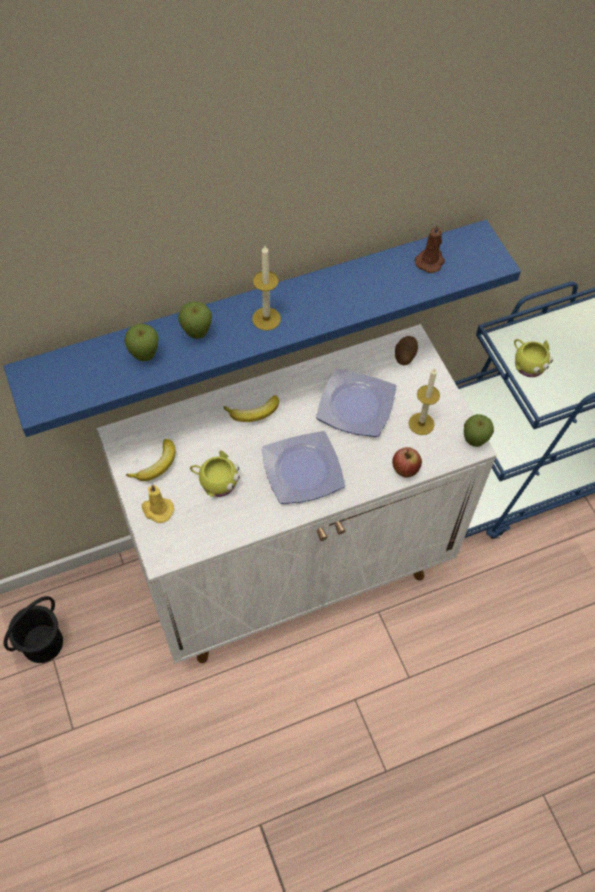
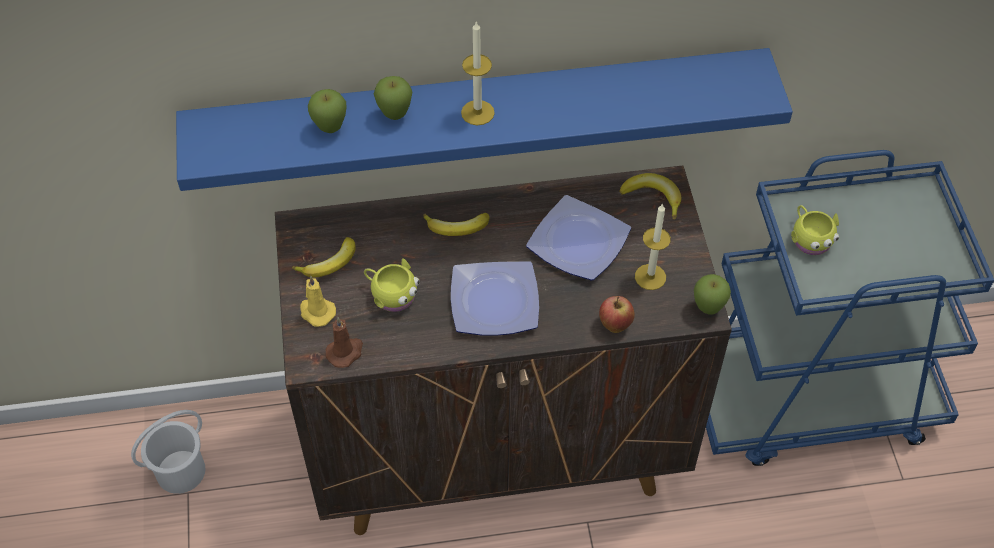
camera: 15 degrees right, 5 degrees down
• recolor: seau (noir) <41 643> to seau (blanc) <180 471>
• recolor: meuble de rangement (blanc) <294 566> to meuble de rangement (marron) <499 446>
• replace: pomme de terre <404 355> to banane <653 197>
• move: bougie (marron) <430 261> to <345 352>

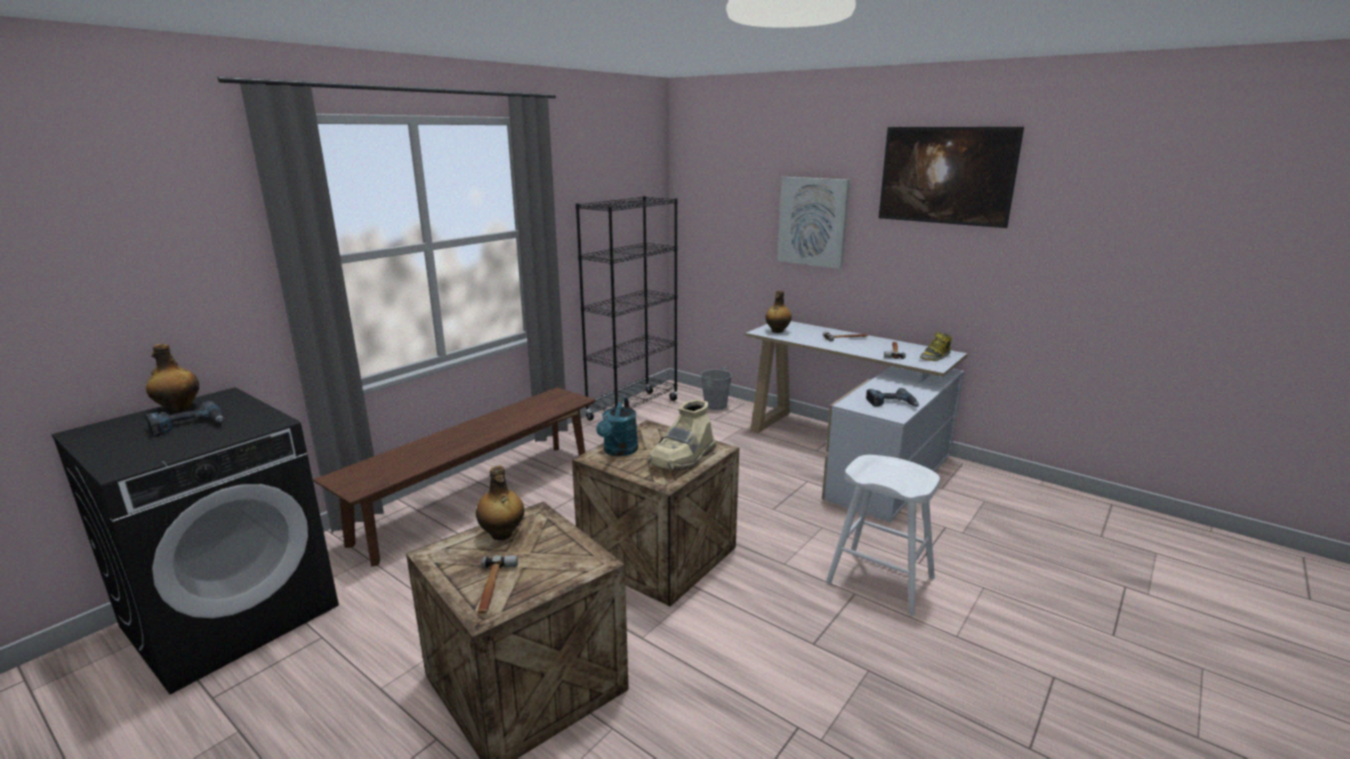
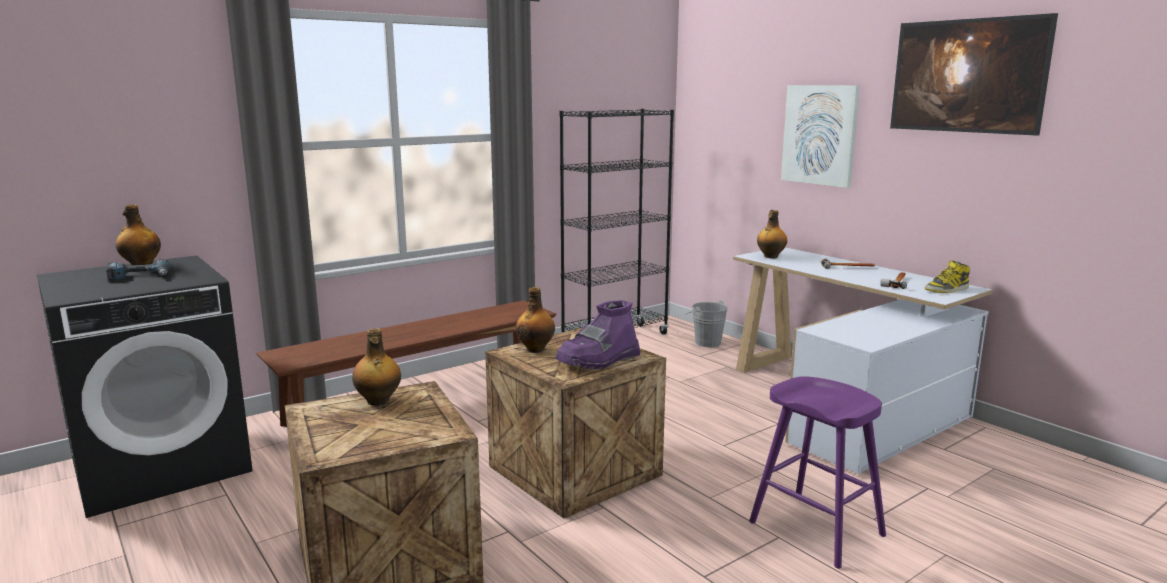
camera: 15 degrees right, 5 degrees down
• delete: marteau <493 588>
• replace: arrosoir (turquoise) <618 451> to bouteille <536 349>
• recolor: botte (beige) <683 458> to botte (violet) <598 361>
• recolor: tabouret (blanc) <880 580> to tabouret (violet) <816 528>
• delete: perceuse <892 403>

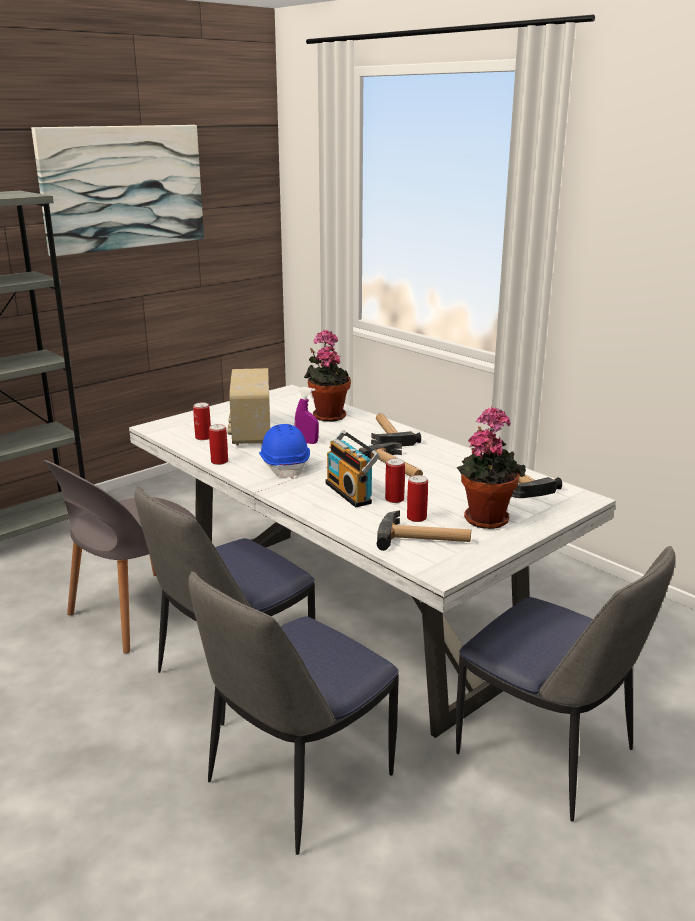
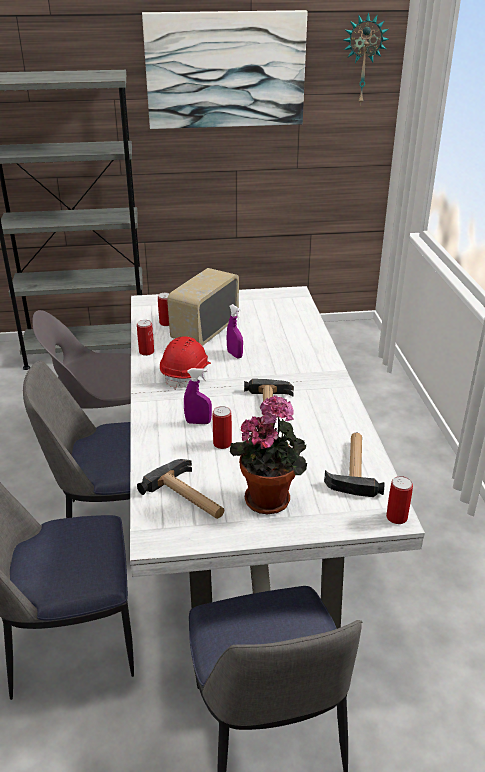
camera: 35 degrees right, 10 degrees up
• recolor: casque de chantier (bleu) <284 465> to casque de chantier (rouge) <186 373>
• delete: plante en pot <327 415>
• replace: radio <351 492> to vaporisateur (violet) <198 422>
• delete: marteau <388 434>
• move: boîte métallique <416 518> to <396 517>
• insert: horloge murale <363 59>

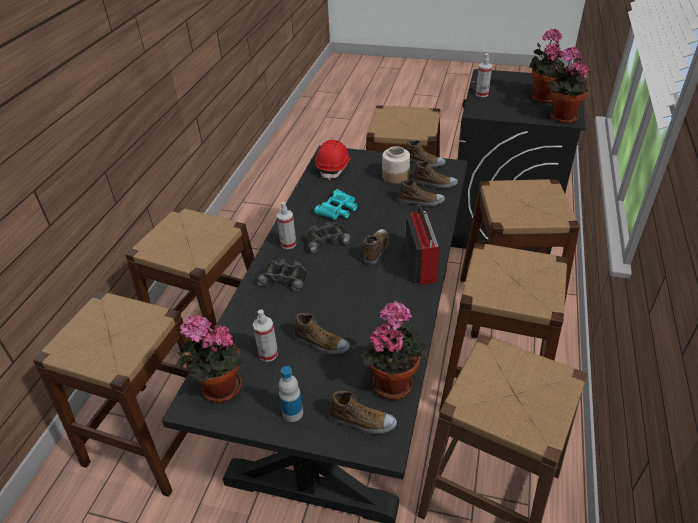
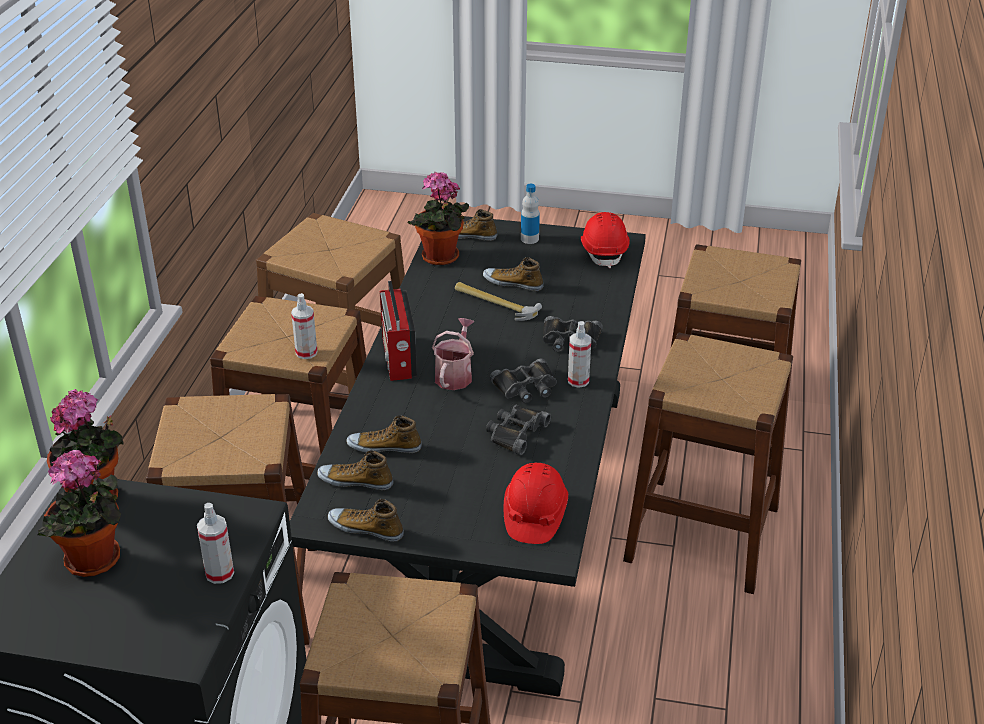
camera: 175 degrees right, 5 degrees down
• replace: plante en pot <218 389> to casque de chantier (rouge) <604 251>
• move: vaporisateur <268 354> to <306 352>
• recolor: jumelles (turquoise) <338 209> to jumelles (noir) <515 433>
• replace: chaussure <376 249> to arrosoir <455 374>
• delete: bocal <395 176>
• insert: marteau <495 303>

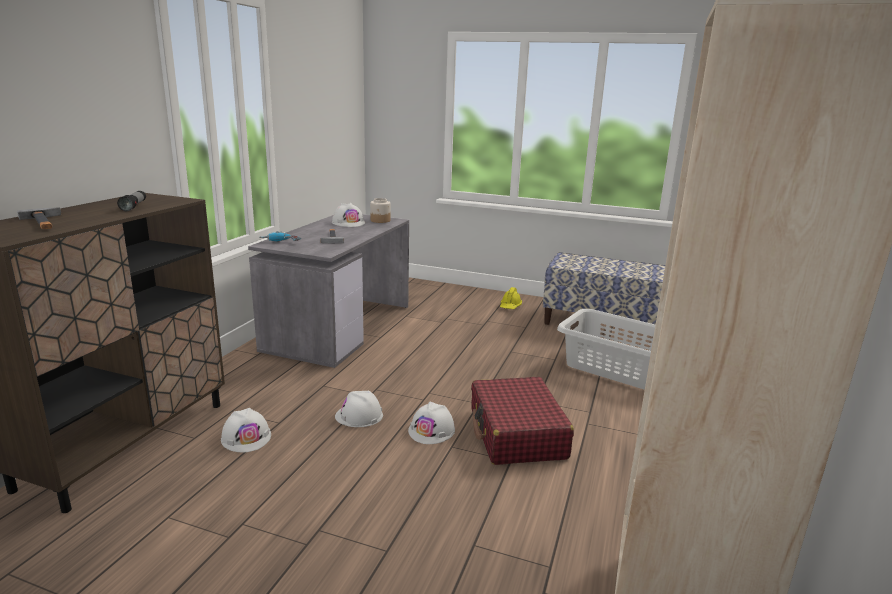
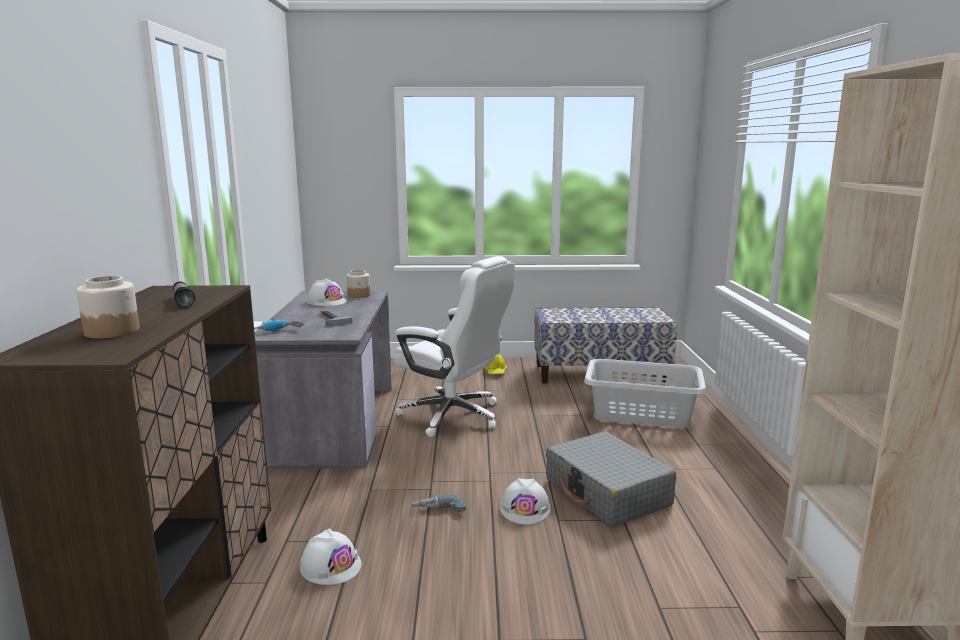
camera: 20 degrees left, 5 degrees down
• replace: marteau <44 223> to bocal <112 331>
• replace: casque de chantier (blanc) <359 416> to perceuse <438 512>
• recolor: valise (rouge) <516 434> to valise (gris) <607 493>
• insert: chaise de bureau (blanc) <454 416>

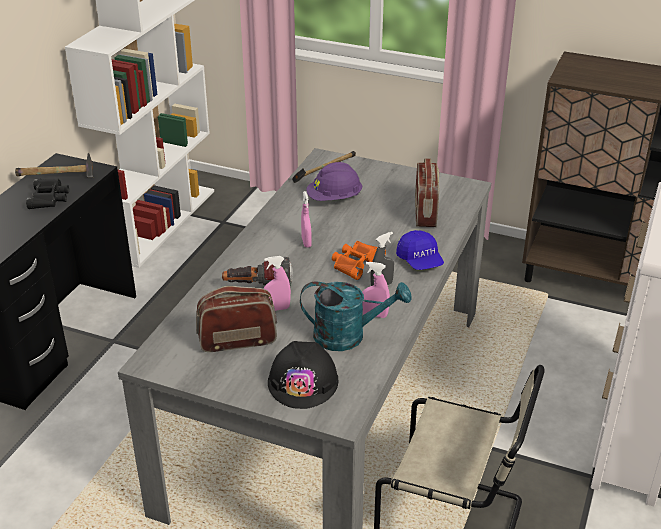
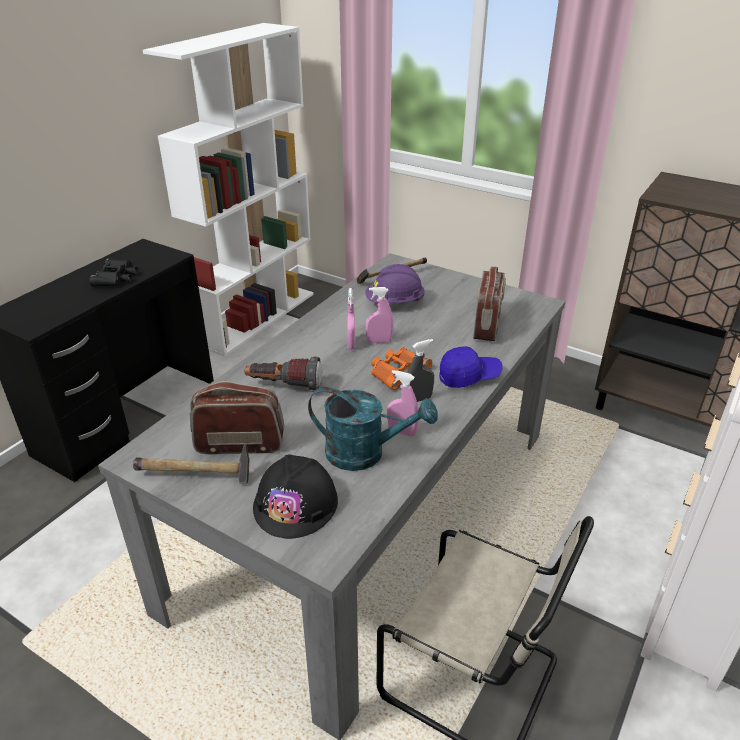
camera: 10 degrees right, 0 degrees up
• move: marteau <58 177> to <197 476>
• move: vaporisateur (rose) <277 308> to <379 341>
• rotate: casquette (bleu) <420 261> = <469 376> 90 degrees counterclockwise

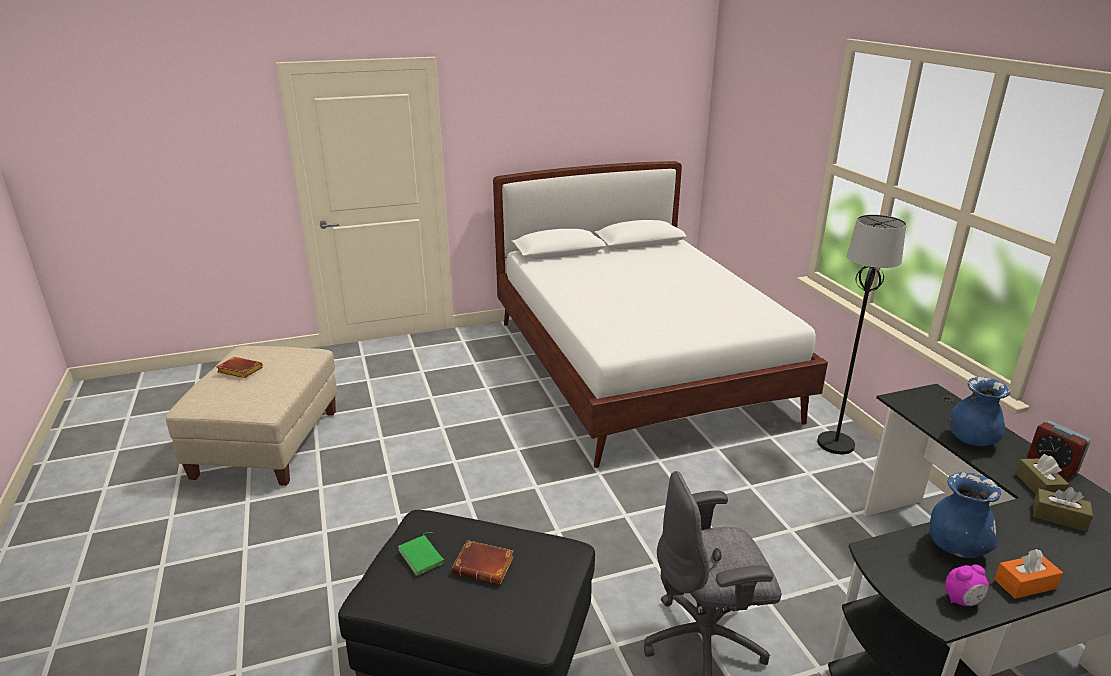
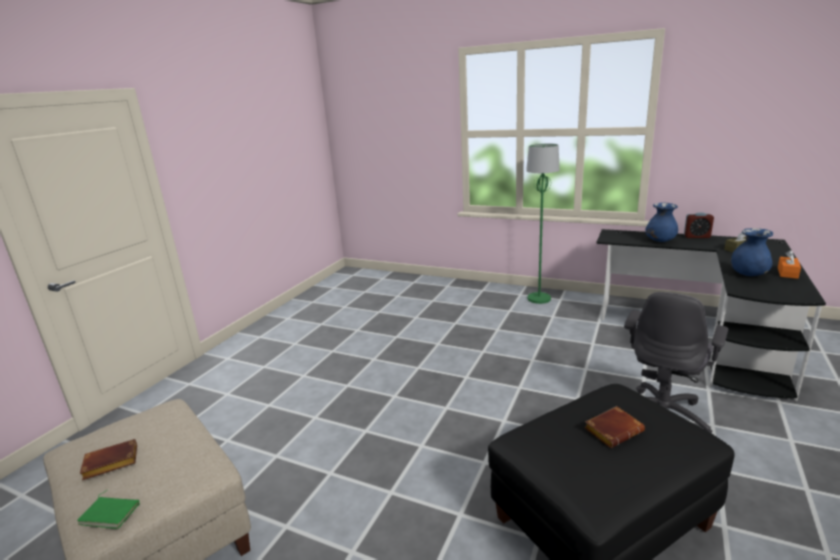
camera: 45 degrees left, 5 degrees down
• move: livre (vert) <422 556> to <111 513>
• delete: lit (blanc) <637 368>
• recolor: lampadaire (noir) <836 444> to lampadaire (vert) <539 298>
• delete: réveil <962 601>
• delete: boîte à mouchoirs (marron) <1038 486>

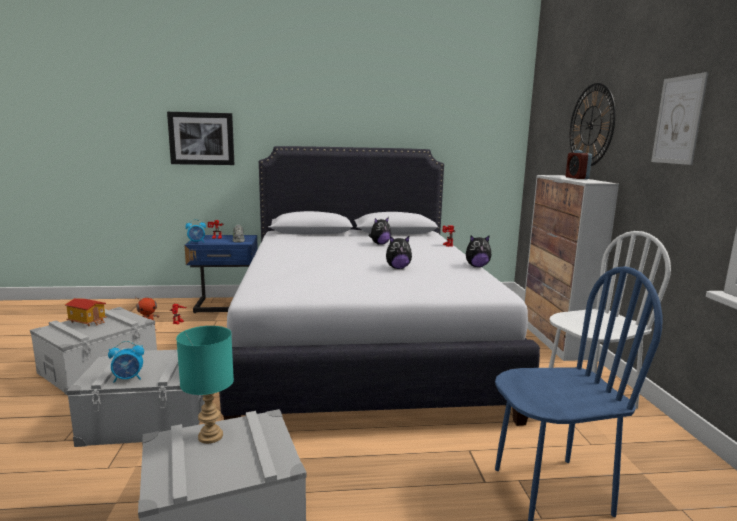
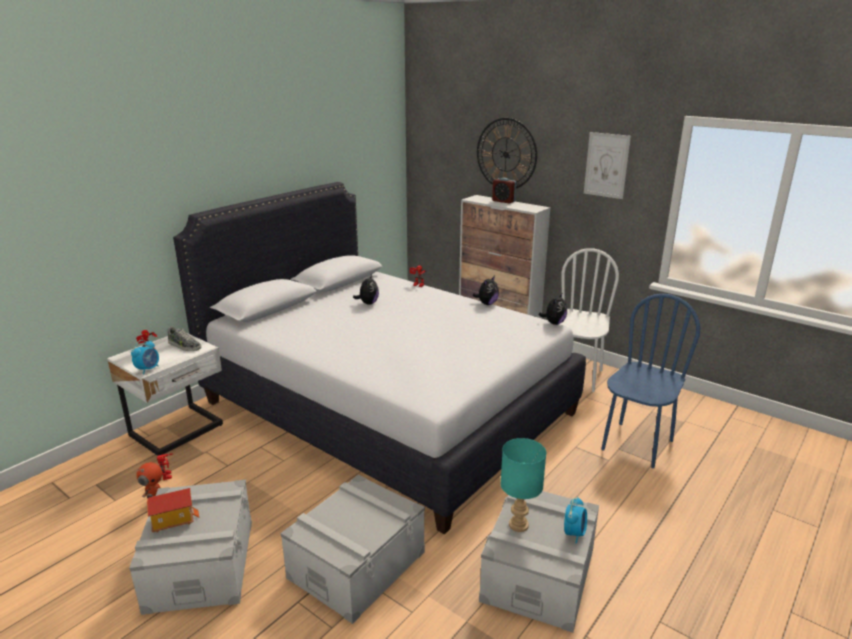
camera: 45 degrees left, 10 degrees up
• move: réveil <128 379> to <574 533>
• delete: tableau <201 138>
• recolor: table de chevet (bleu) <226 306> to table de chevet (blanc) <178 431>
• move: peluche <398 268> to <554 323>

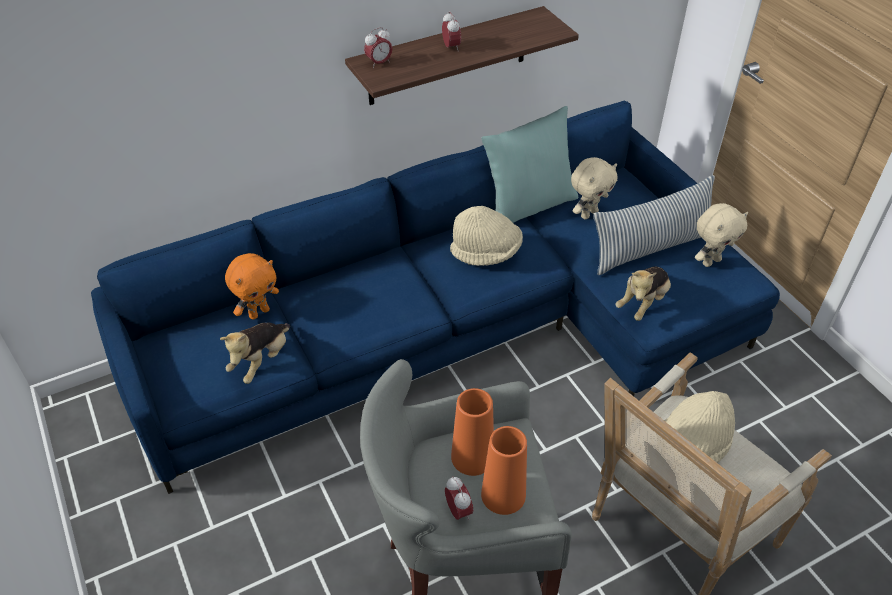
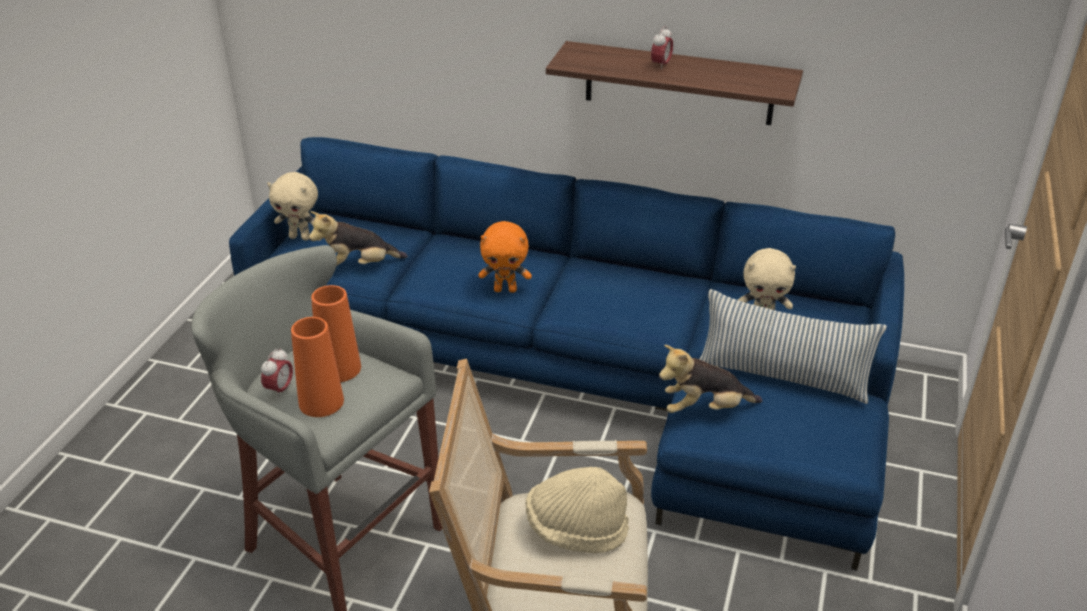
camera: 45 degrees right, 10 degrees down
• move: peluche (orange) <259 312> to <505 289>
• delete: réveil <379 63>
• delete: chapeau (beige) <486 253>
• delete: coussin (turquoise) <528 207>
• move: peluche (beige) <710 261> to <300 237>

